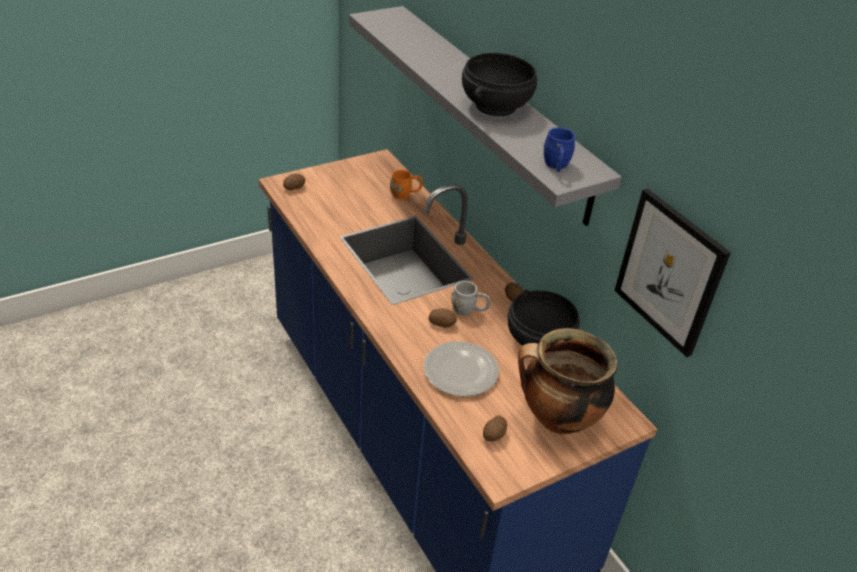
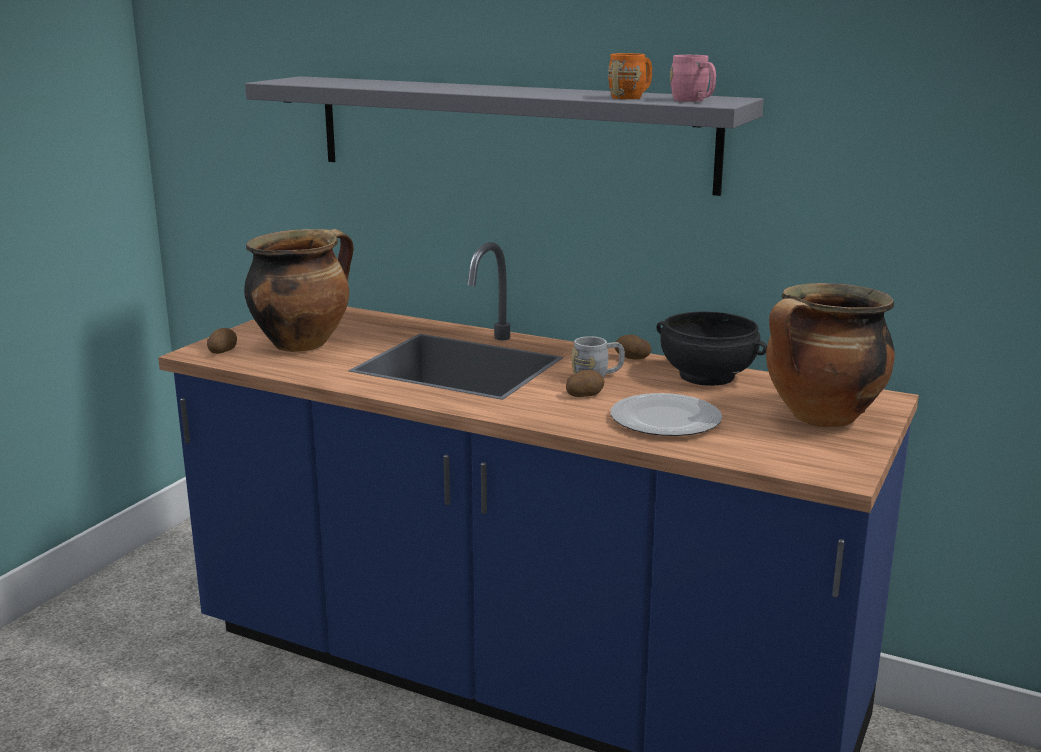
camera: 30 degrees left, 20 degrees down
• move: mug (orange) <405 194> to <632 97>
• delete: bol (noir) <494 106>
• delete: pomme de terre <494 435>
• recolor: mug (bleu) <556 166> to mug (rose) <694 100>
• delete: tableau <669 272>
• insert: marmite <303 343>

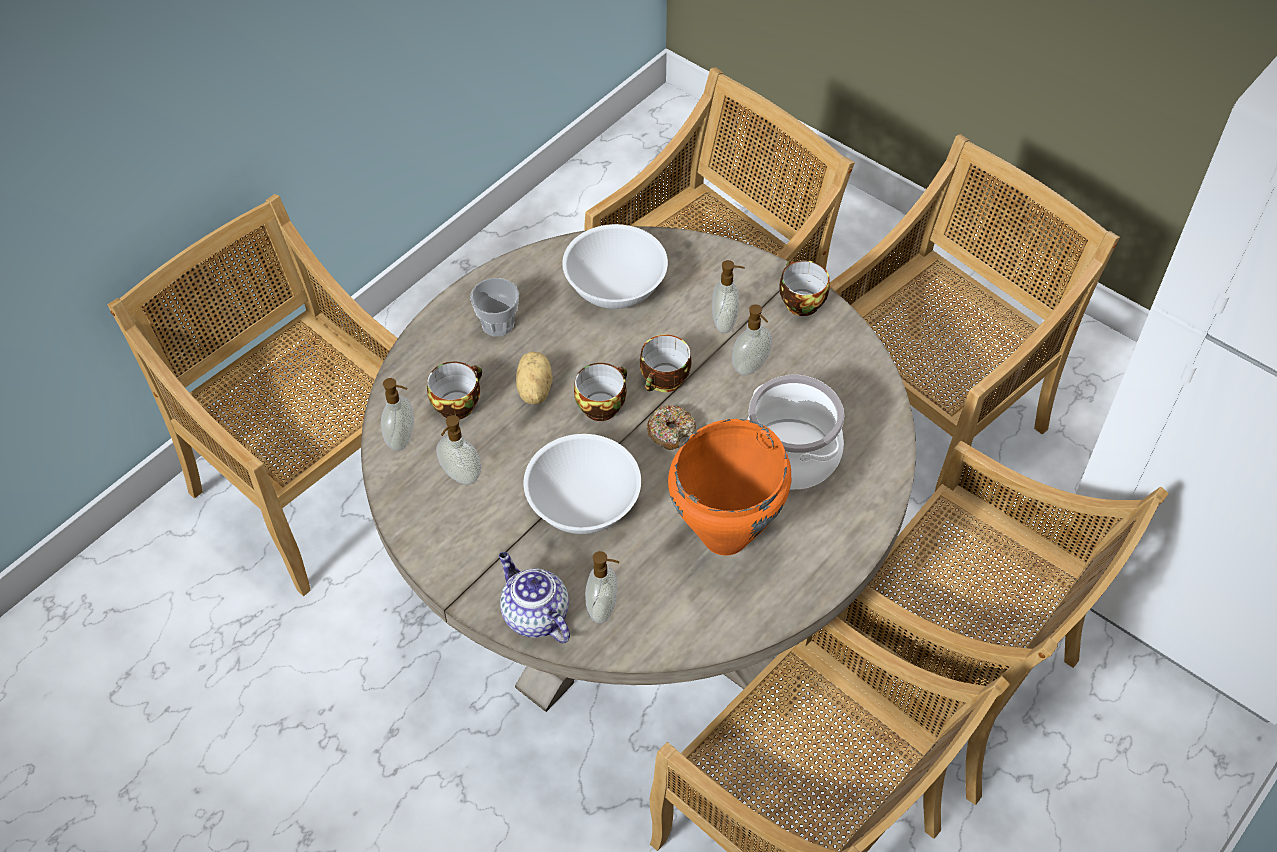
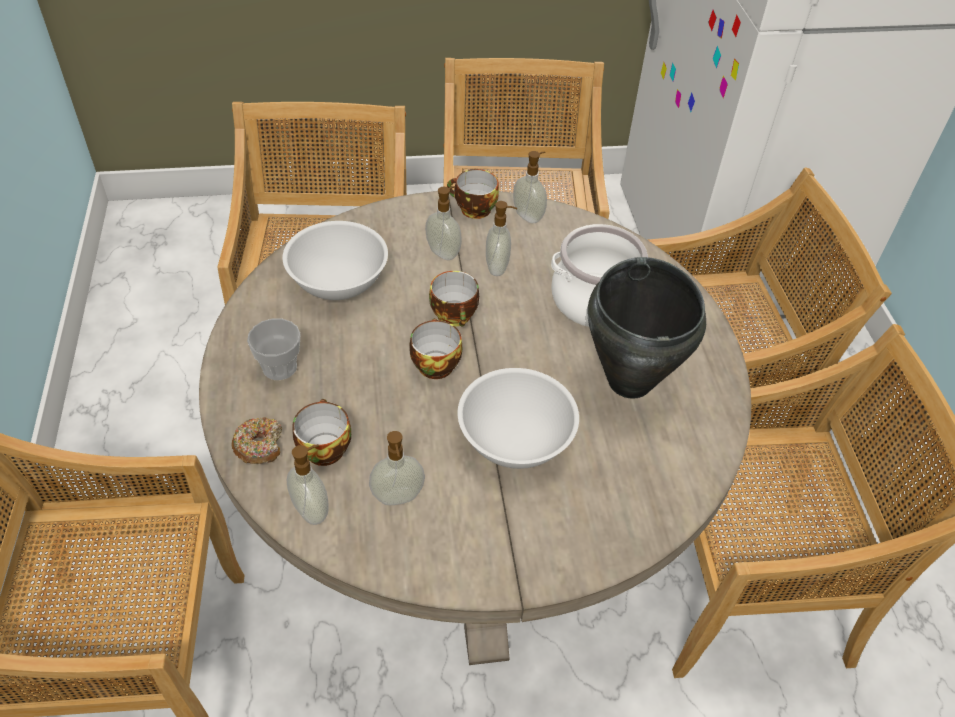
camera: 50 degrees left, 5 degrees down
• delete: théière <534 615>
• delete: pomme de terre <533 390>
• move: distributeur de savon <603 609> to <528 216>
• move: beignet <671 431> to <259 445>
• recolor: marmite (orange) <726 536> to marmite (noir) <630 381>

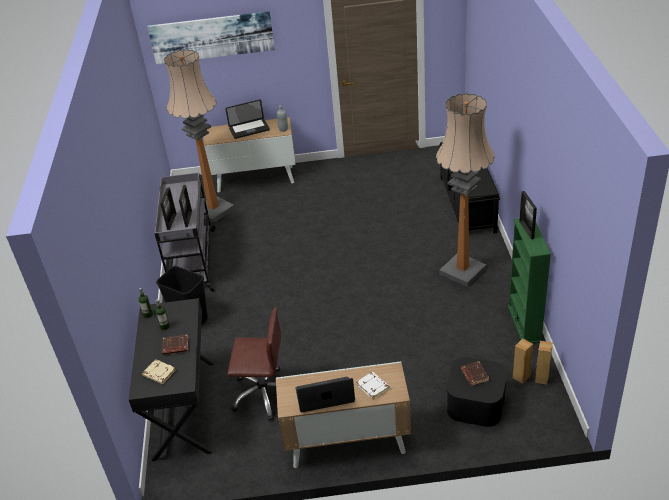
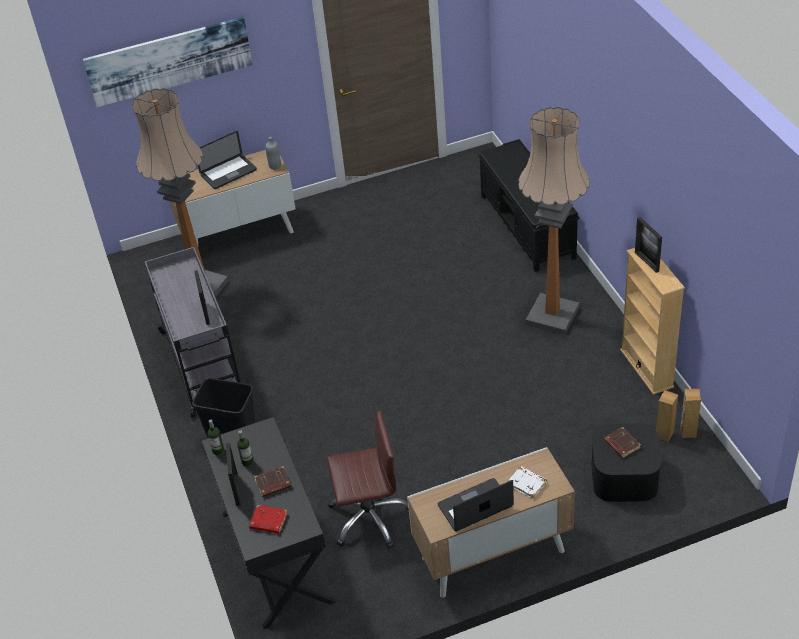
camera: 15 degrees left, 5 degrees up
• recolor: livre (beige) <158 374> to livre (rouge) <268 522>
• move: cadre photo <171 221> to <237 490>
• recolor: bibliothèque (vert) <524 323> to bibliothèque (beige) <646 368>

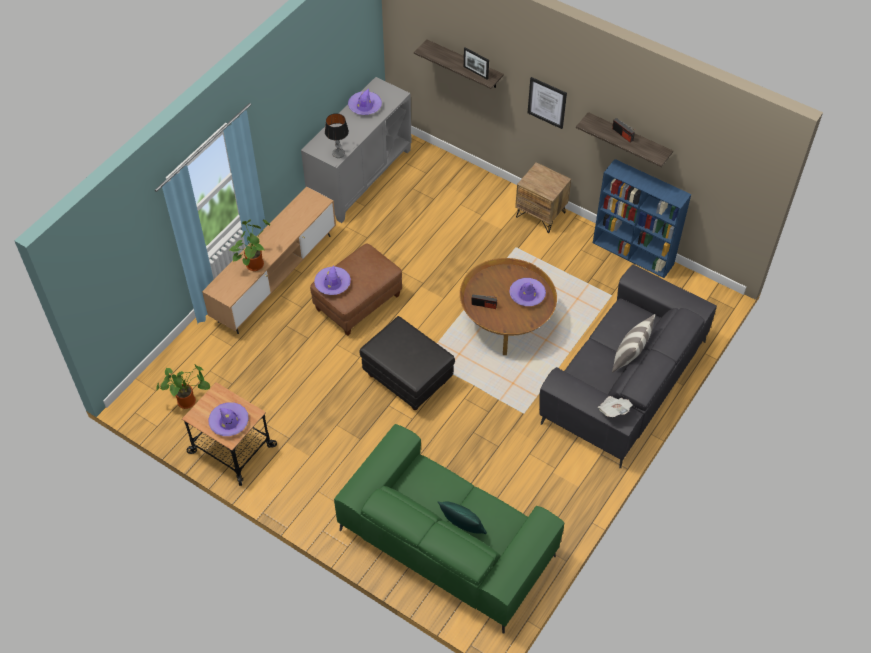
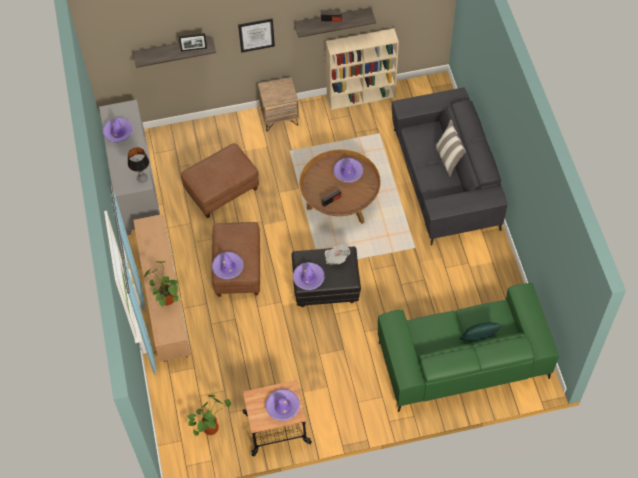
camera: 45 degrees left, 5 degrees up
• recolor: bibliothèque (bleu) <633 254> to bibliothèque (beige) <361 96>
• move: journal <613 410> to <336 257>
• insert: pouf (marron) <222 190>
• insert: chapeau (violet) <308 278>

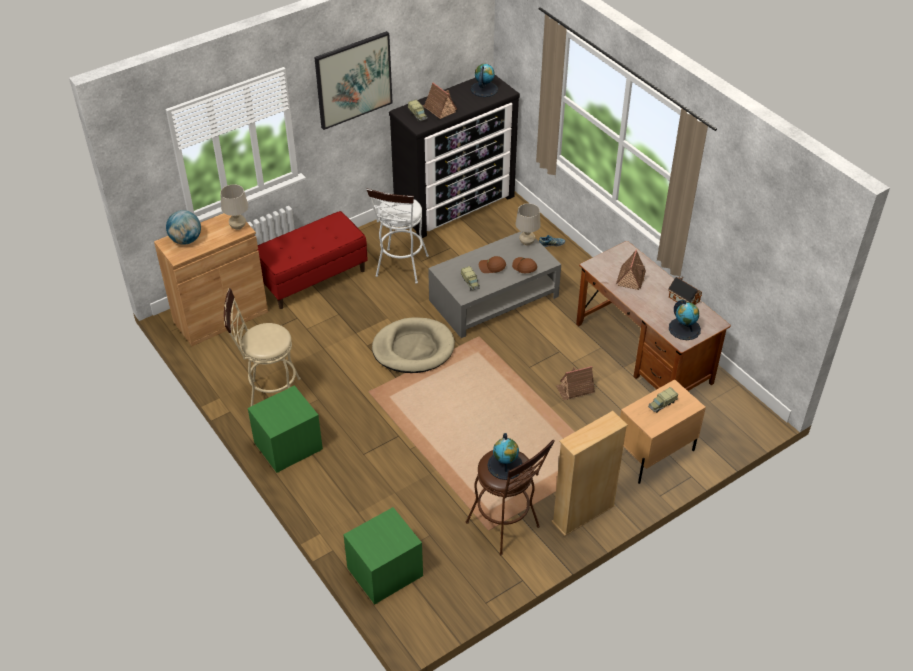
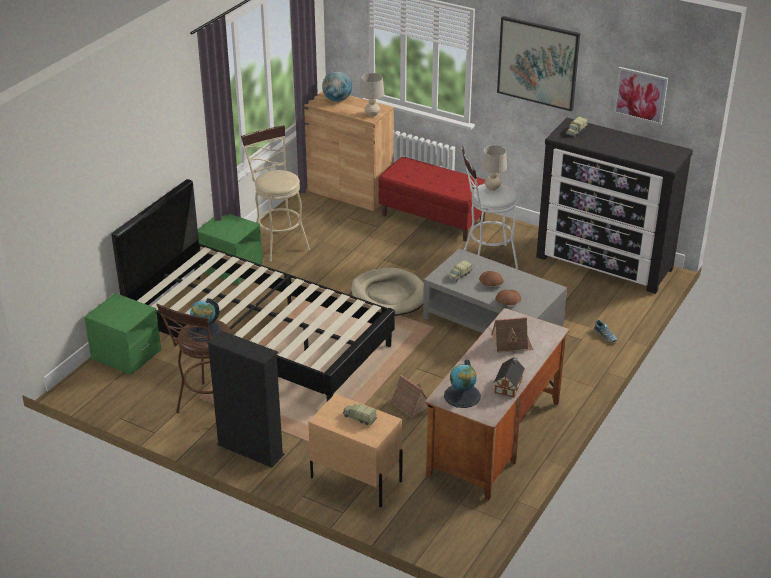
camera: 65 degrees right, 10 degrees down
• delete: maison miniature <439 109>
• delete: globe <484 89>
• move: lampe de table (beige) <526 242> to <492 188>
• recolor: bibliothèque (beige) <583 514> to bibliothèque (noir) <250 450>
• insert: lit (noir) <258 338>
• insert: tableau <640 95>

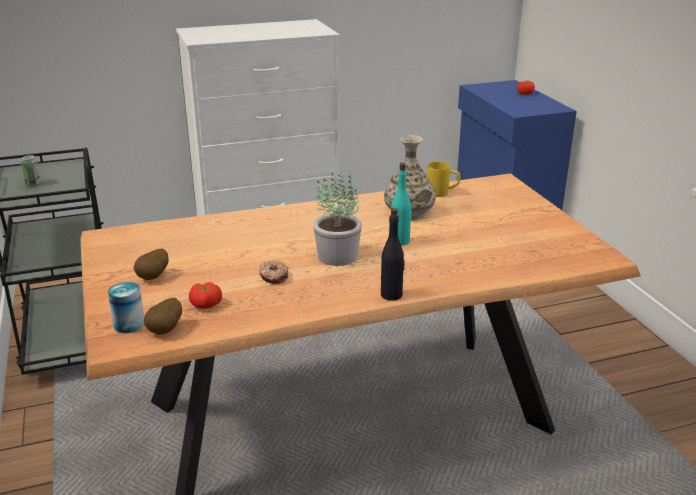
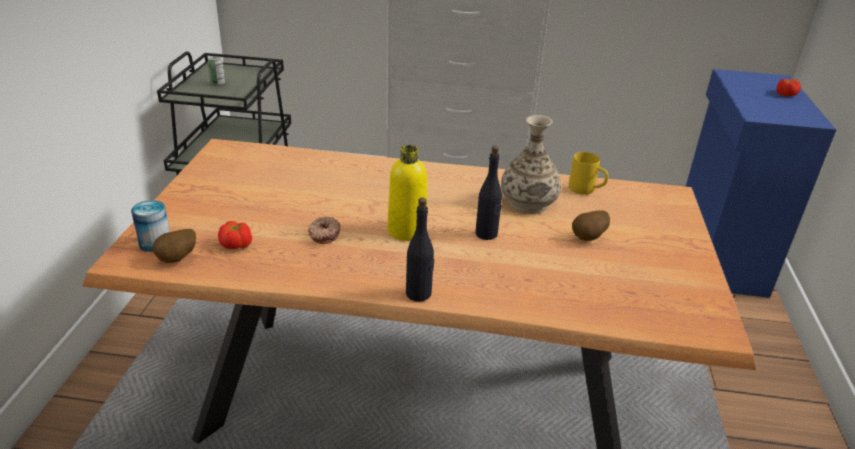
camera: 25 degrees right, 5 degrees up
• move: pomme de terre <154 277> to <589 238>
• replace: plante en pot <337 255> to bouteille (jaune) <407 230>
• recolor: bouteille (turquoise) <400 241> to bouteille (noir) <486 234>

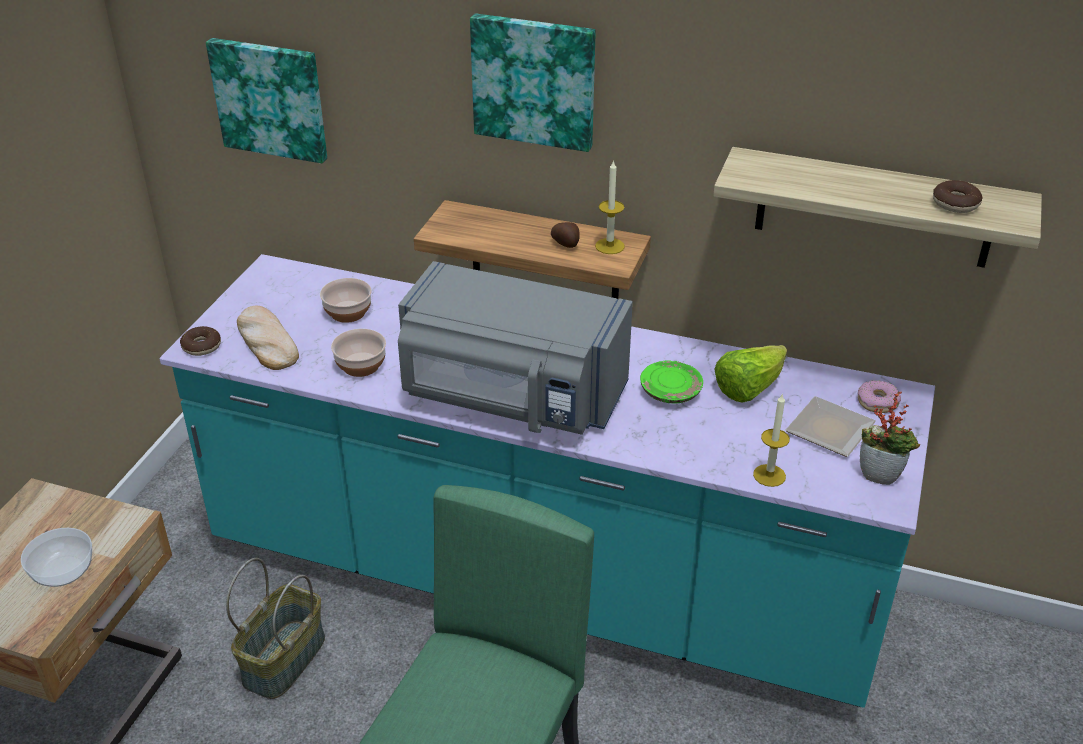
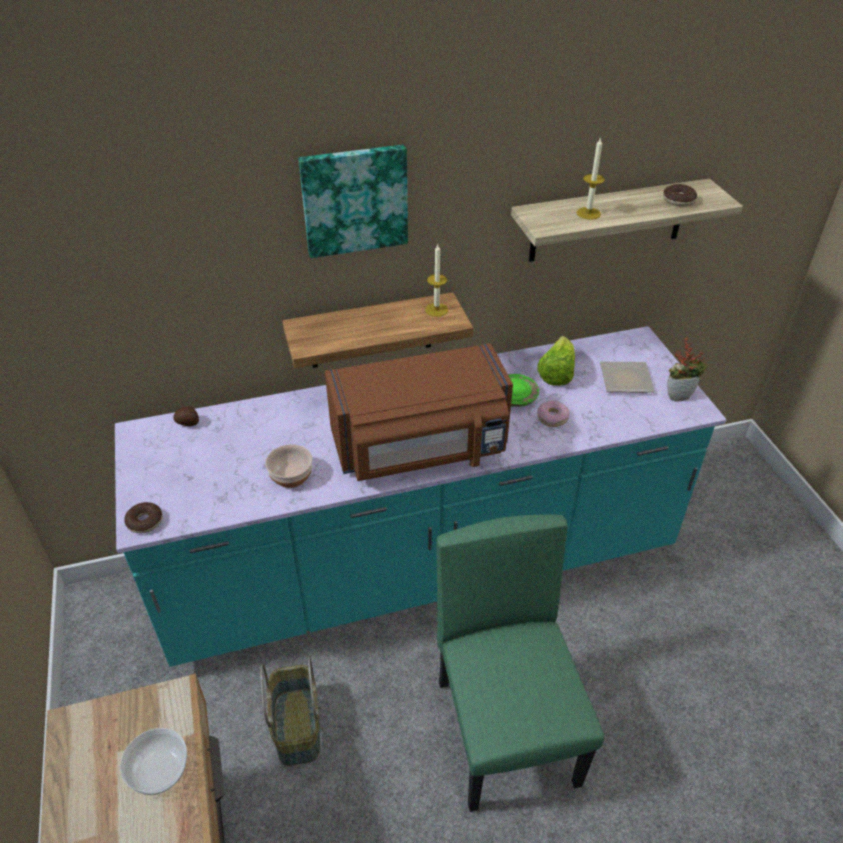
camera: 35 degrees left, 5 degrees up
• delete: tableau <270 98>
• delete: pain <266 342>
• delete: bol <347 312>
• recolor: micro-ondes (gris) <511 397> to micro-ondes (marron) <421 449>
• move: pomme de terre <566 244> to <188 423>
• move: bougie <769 475> to <588 213>
• move: beignet <877 402> to <552 417>

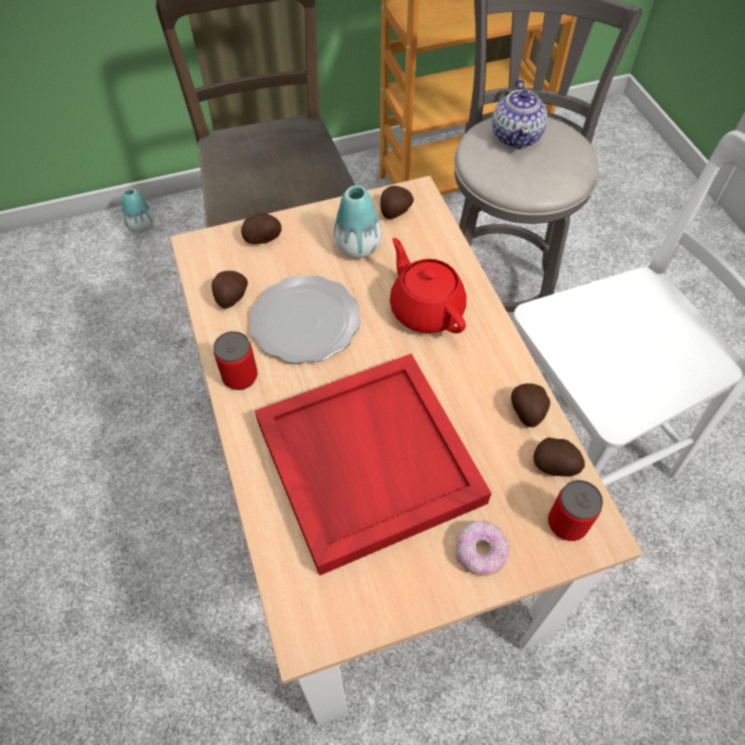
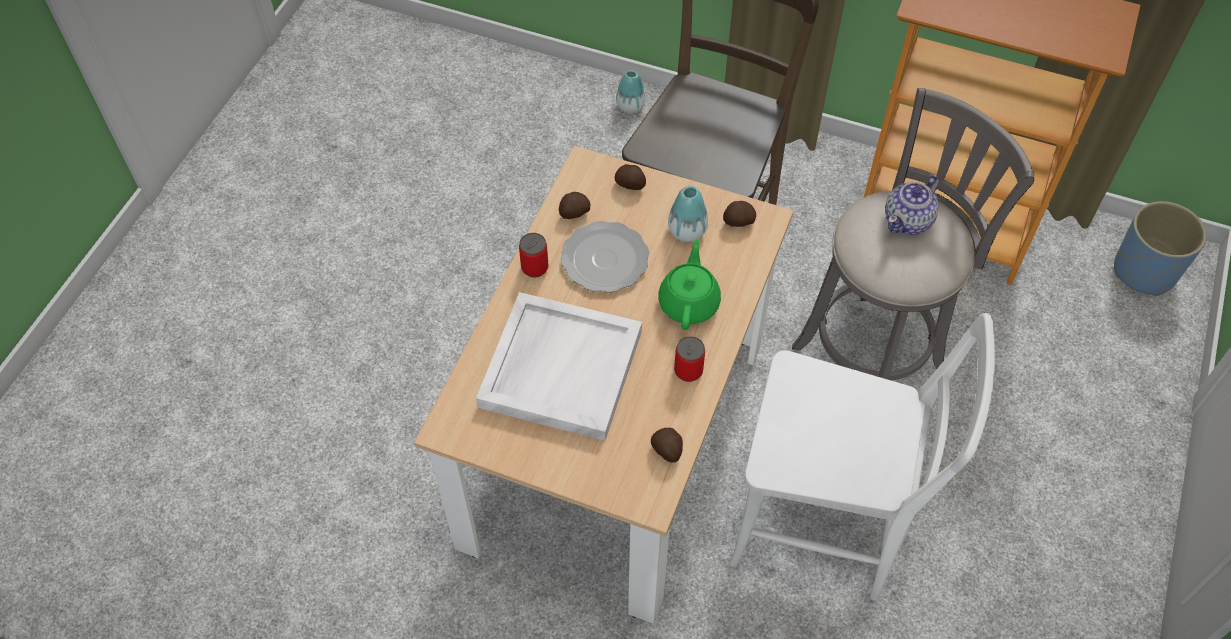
camera: 40 degrees right, 0 degrees up
• recolor: plateau (rouge) <366 461> to plateau (blanc) <560 367>
• recolor: théière (rouge) <426 309> to théière (vert) <689 302>
• delete: beignet <480 552>
• delete: pomme de terre <527 413>
• move: boîte métallique <567 523> to <688 371>
• insert: cache-pot (bleu) <1145 271>

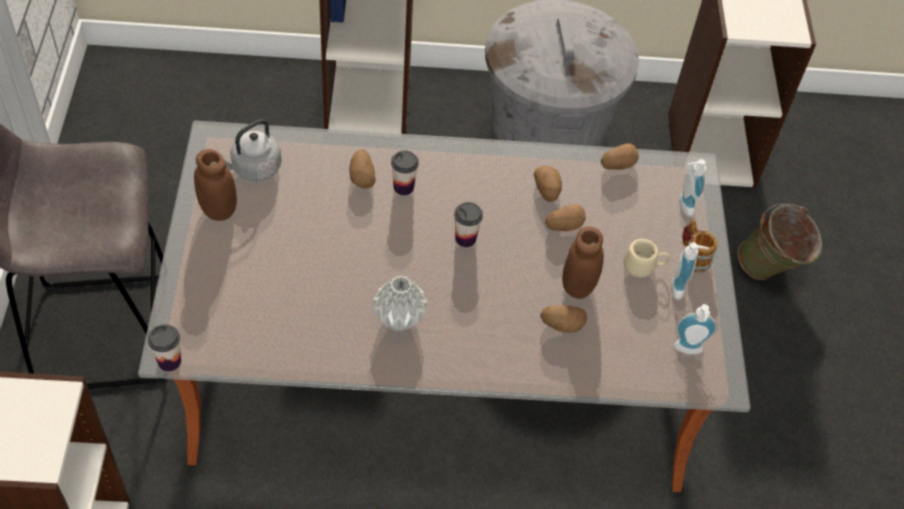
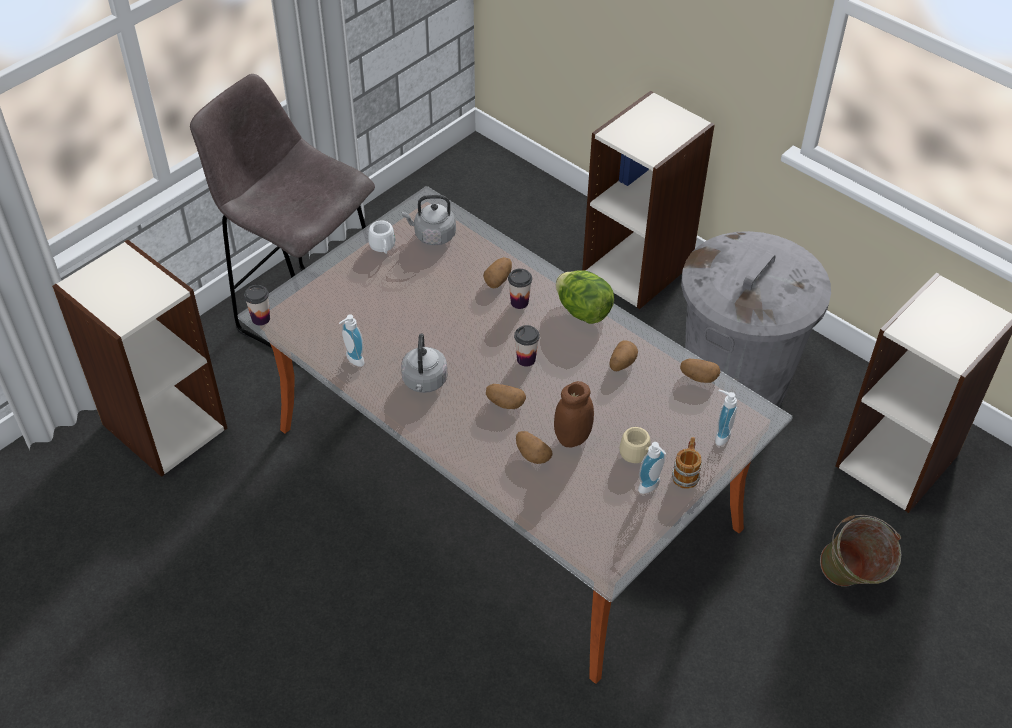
camera: 45 degrees right, 5 degrees down
• replace: bocal (marron) <218 210> to mug (blanc) <383 248>
• replace: vase (gris) <400 320> to bouilloire (gris) <424 382>
• move: pomme de terre <564 226> to <505 403>
• move: distributeur de savon <688 351> to <352 360>
• insert: laitue <583 311>

